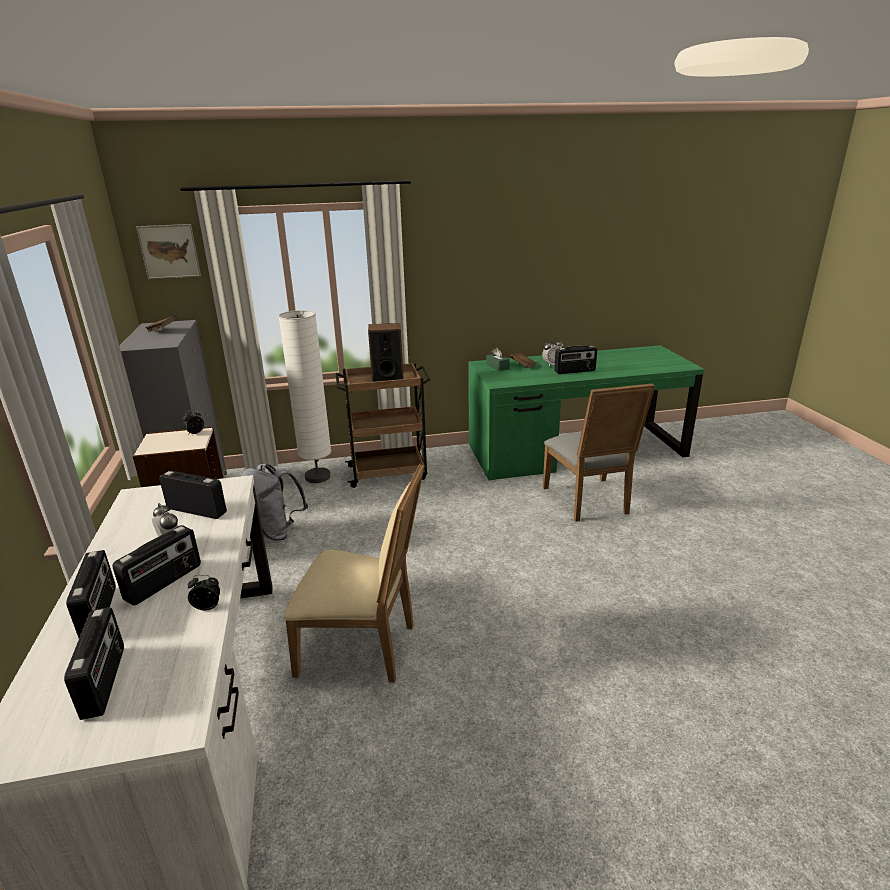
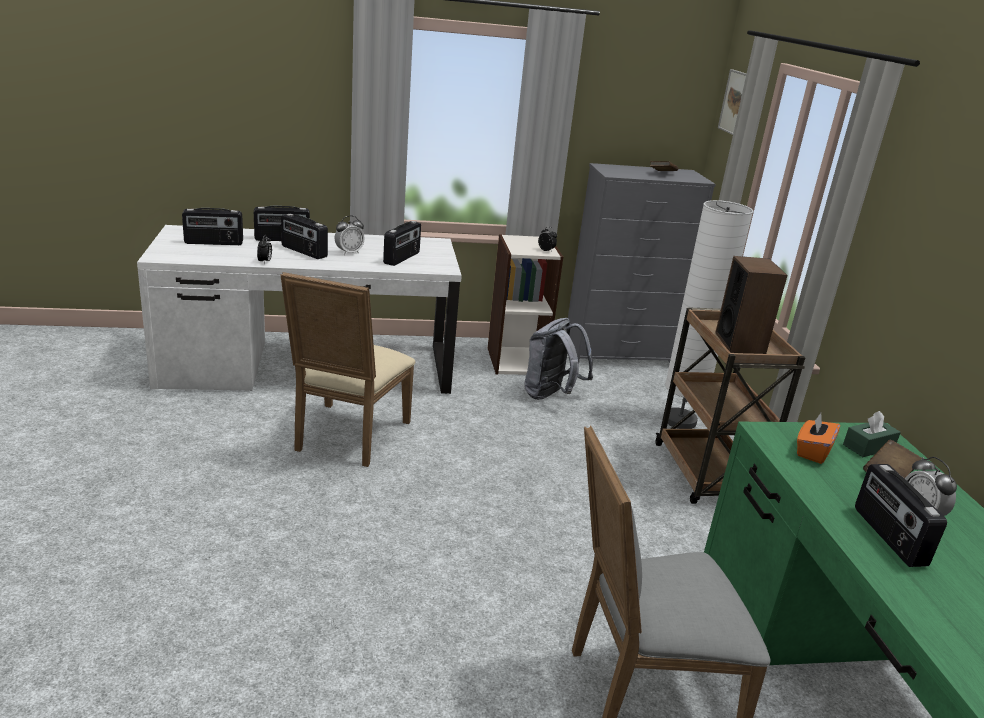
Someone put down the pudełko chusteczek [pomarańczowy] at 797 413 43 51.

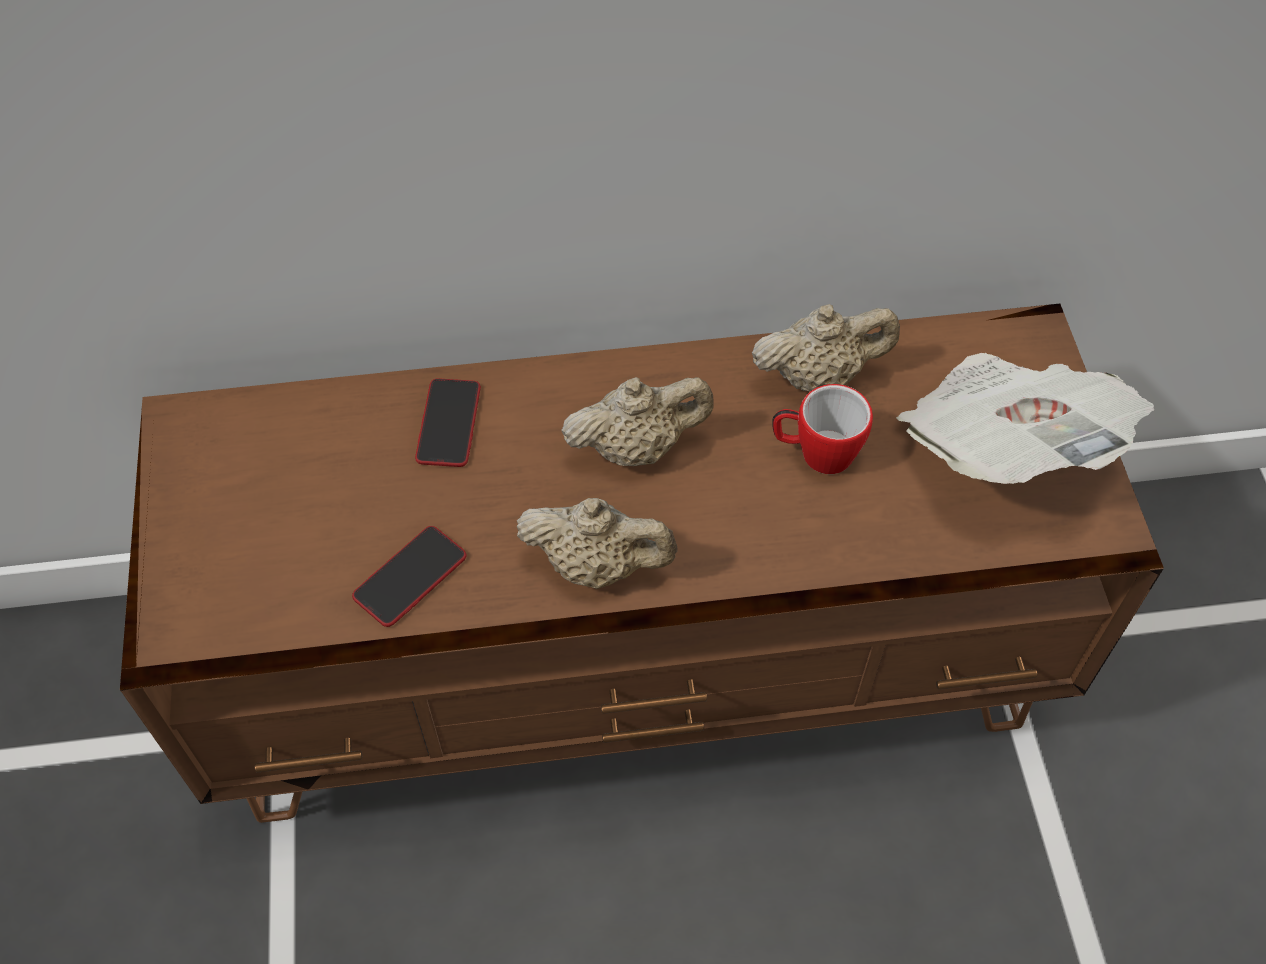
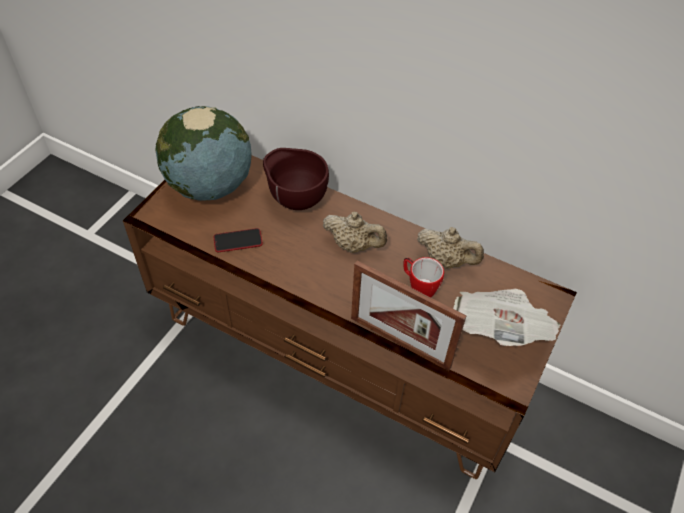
Someone swapped the telefon at 415 378 66 89 for the miska [brązowy] at 263 148 66 62. Someone took away the imbryk [beżowy] at 517 498 161 91. Someone put down the globus at 156 106 96 95. Someone put down the ramka na zdjęcie at 351 260 115 111.

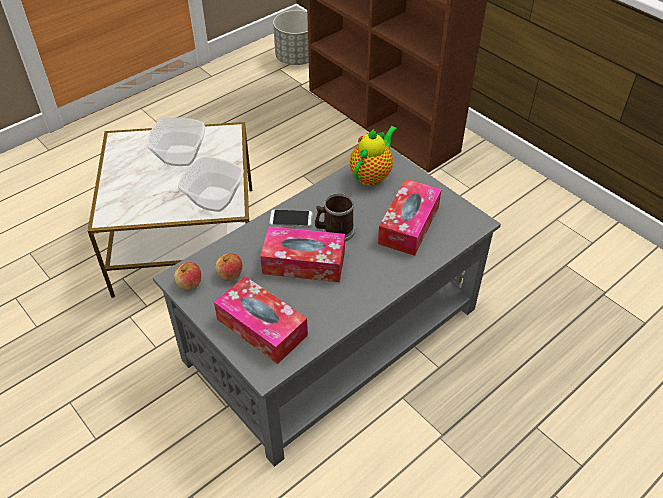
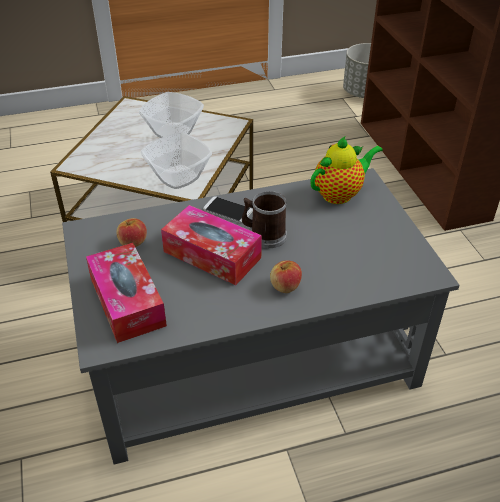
Someone took away the pudełko chusteczek at 378 179 64 77. Someone carried the jabłko from 174 262 27 29 to 270 260 32 33.

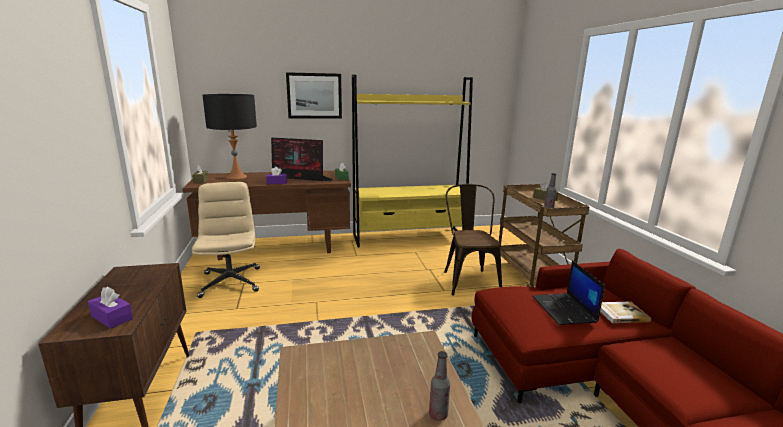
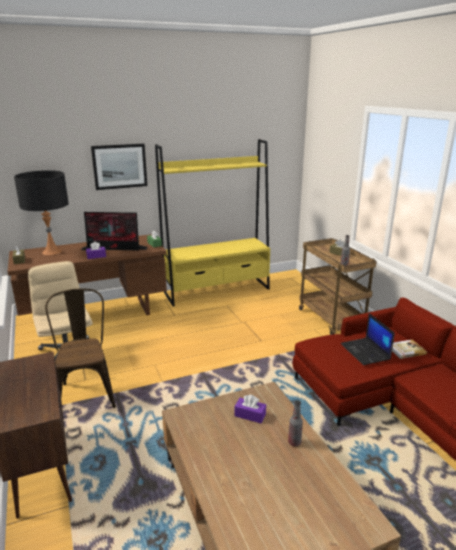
Someone carried the krzesło [brązowy] from 444 184 58 112 to 45 289 71 119. Someone carried the pudełko chusteczek [fioletowy] from 88 287 45 42 to 234 395 32 28.

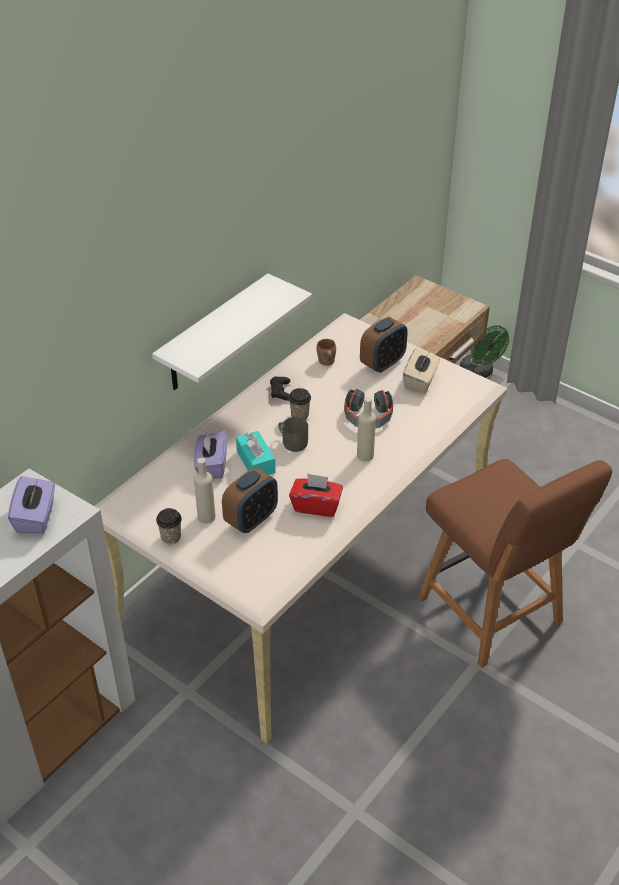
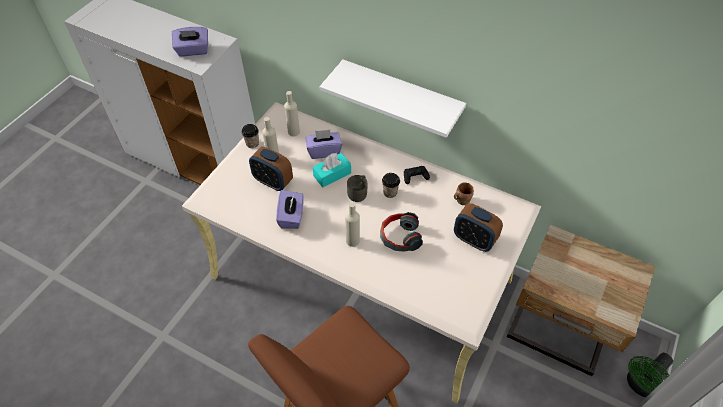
Someone took away the pudełko chusteczek [beżowy] at 403 348 37 45. Someone repainted the pudełko chusteczek [czerwony] at 289 473 54 44, which became the pudełko chusteczek [fioletowy] at 276 190 28 39. Someone put down the butelka [beżowy] at 284 91 16 45.

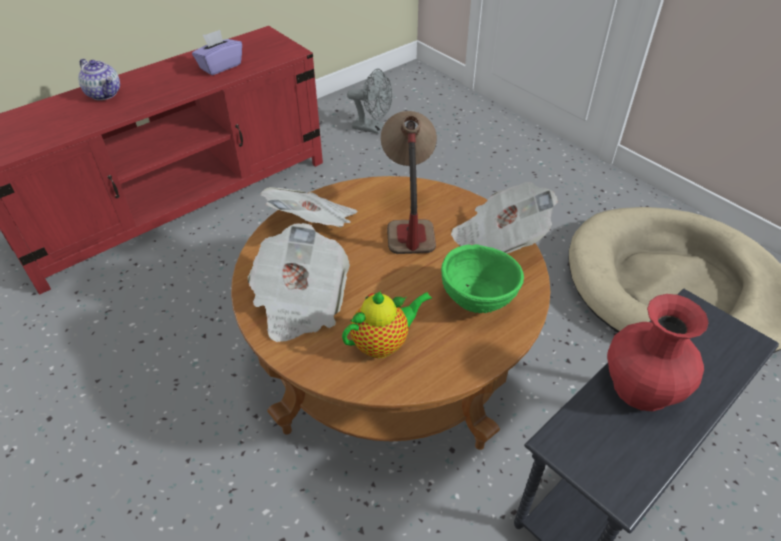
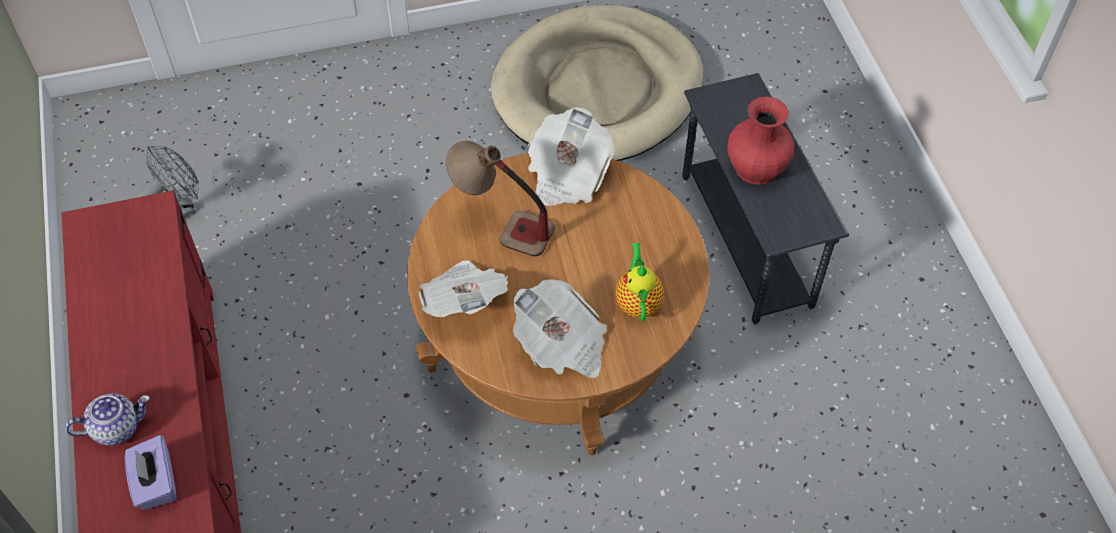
Someone carried the pudełko chusteczek [fioletowy] from 192 30 50 45 to 125 435 52 75. Someone took away the miska [zielony] at 441 244 83 69.

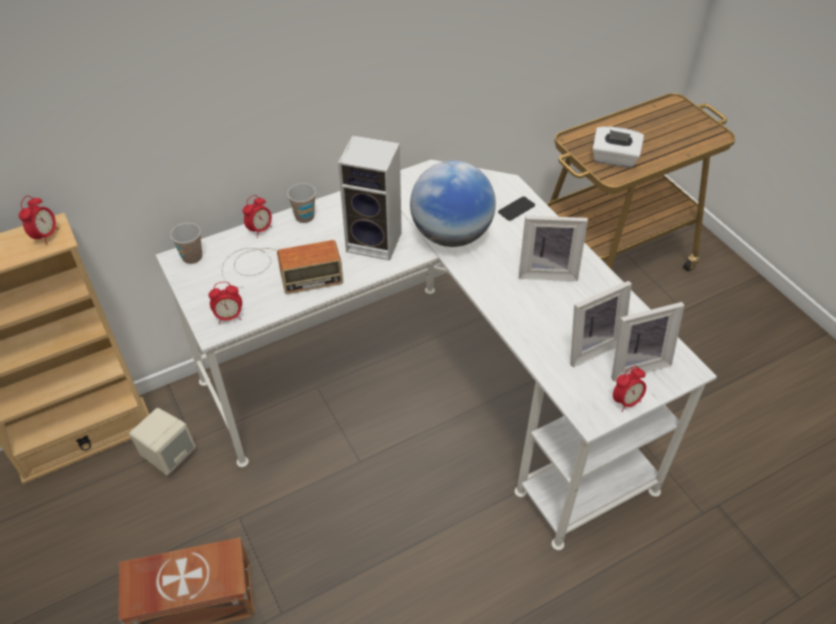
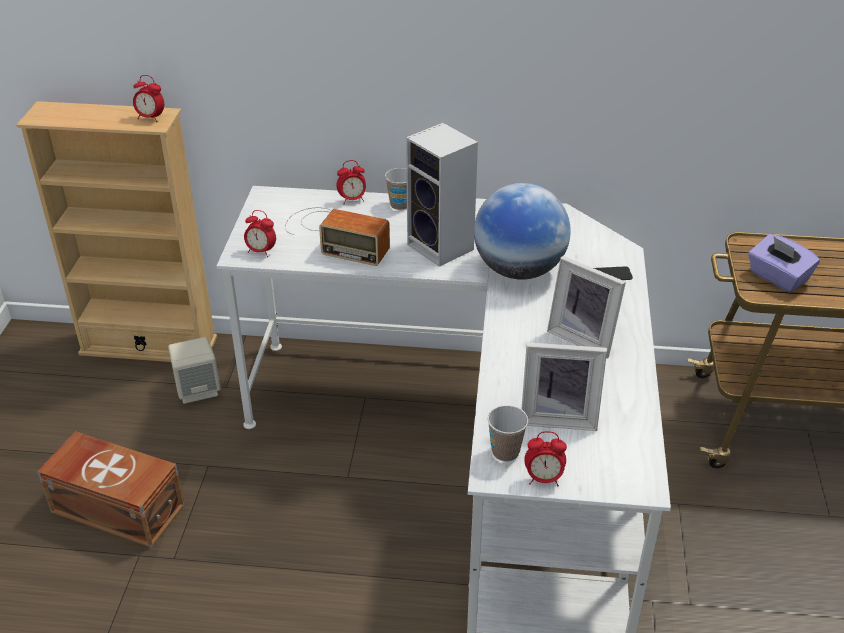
Someone repainted the pudełko chusteczek [biały] at 592 126 52 42, which became the pudełko chusteczek [fioletowy] at 748 234 72 58. Someone rotated the budzik at 19 196 39 48 by 60 degrees clockwise. Someone carried the filiżanka from 170 223 32 41 to 488 405 40 57. Someone took away the ramka na zdjęcie at 611 302 73 79.

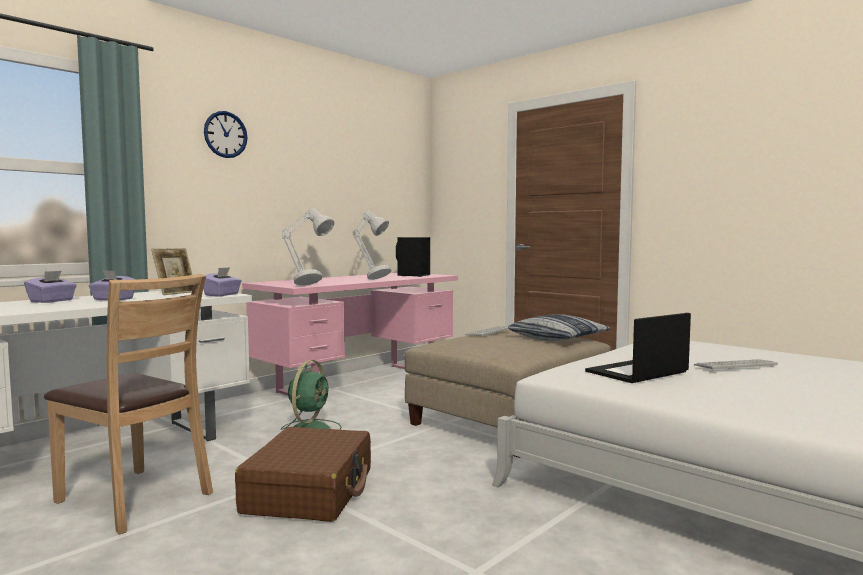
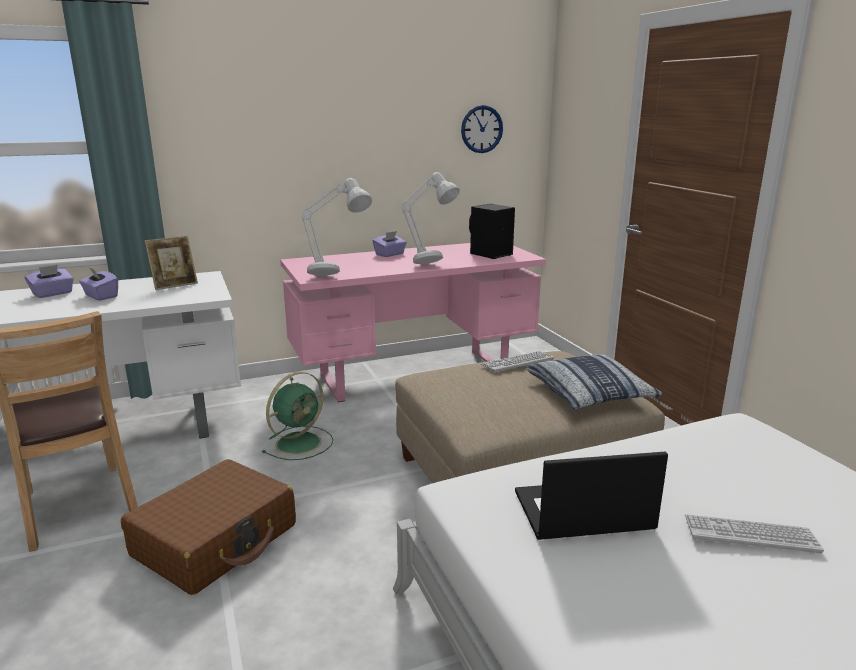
Someone carried the zegar ścienny from 204 111 44 47 to 461 105 42 48. Someone carried the pudełko chusteczek [fioletowy] from 203 267 39 29 to 373 231 34 26.

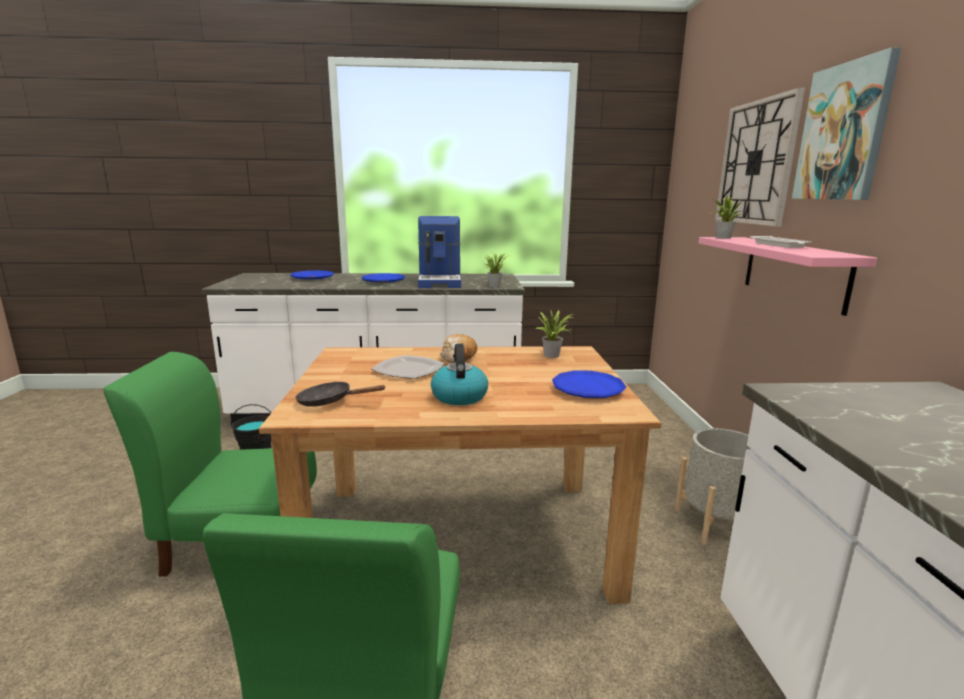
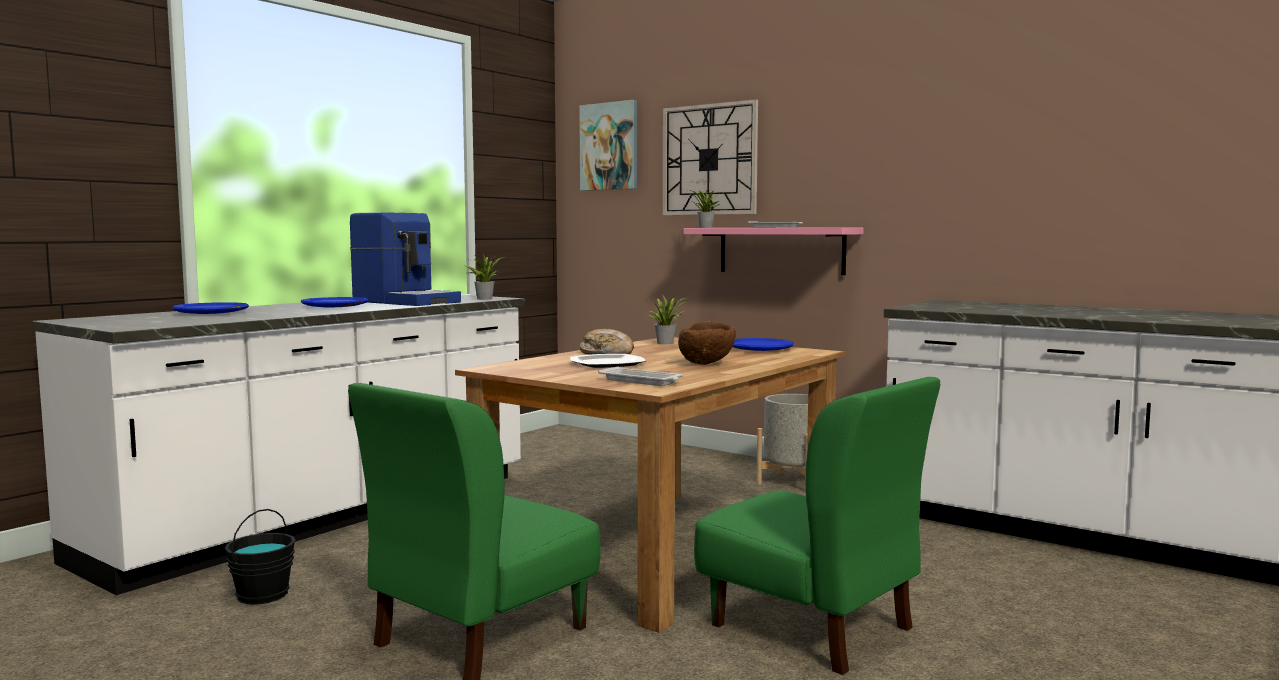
Someone carried the obraz from 792 47 109 153 to 579 100 58 91. Someone swapped the czajnik at 431 343 57 62 for the miska [brązowy] at 678 321 58 44. Someone swapped the patelnia [czarny] at 295 382 91 25 for the taca [biały] at 598 367 85 19.

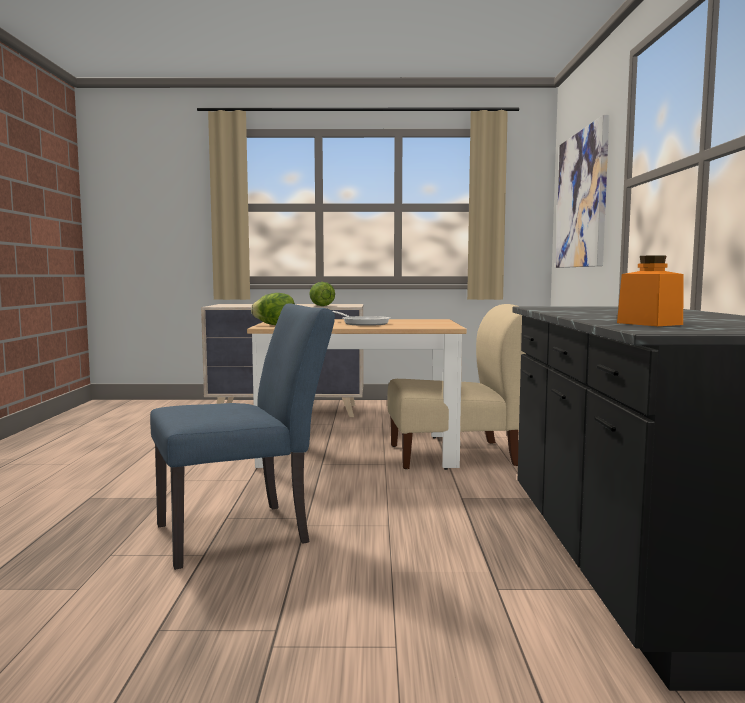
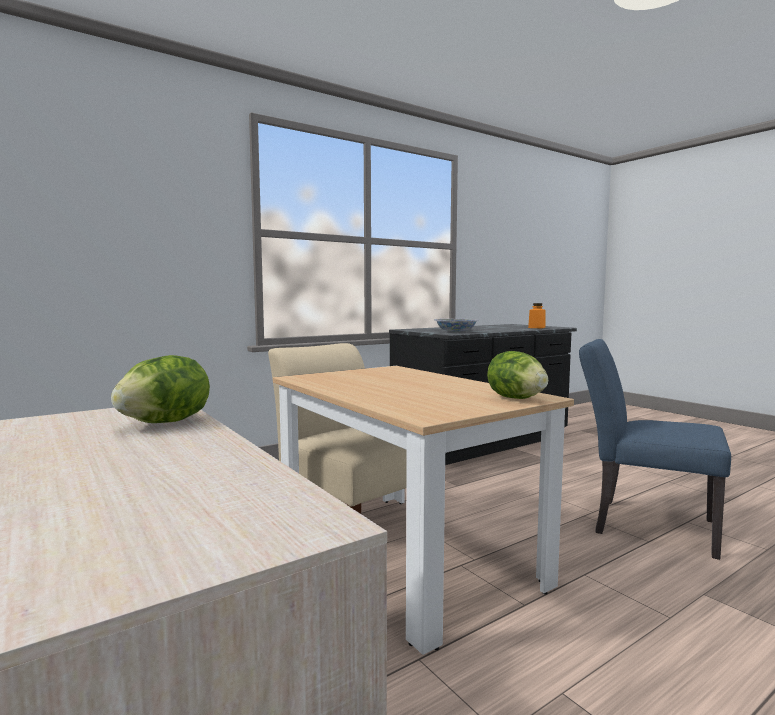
Someone took away the obraz at 556 115 53 153. Someone took away the patelnia at 333 311 57 15. Someone put down the miska at 434 319 45 13.

